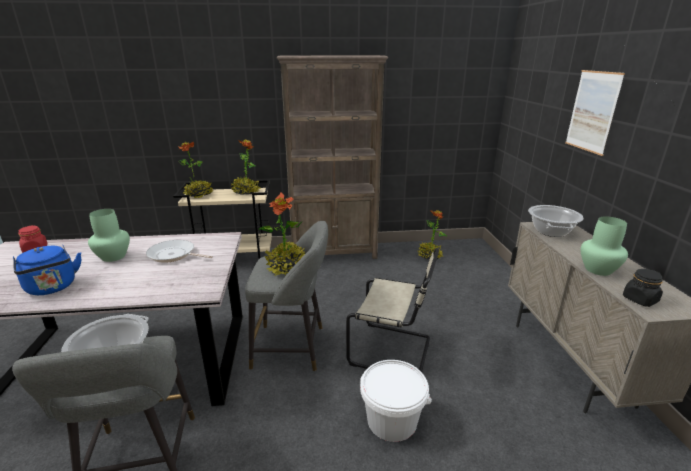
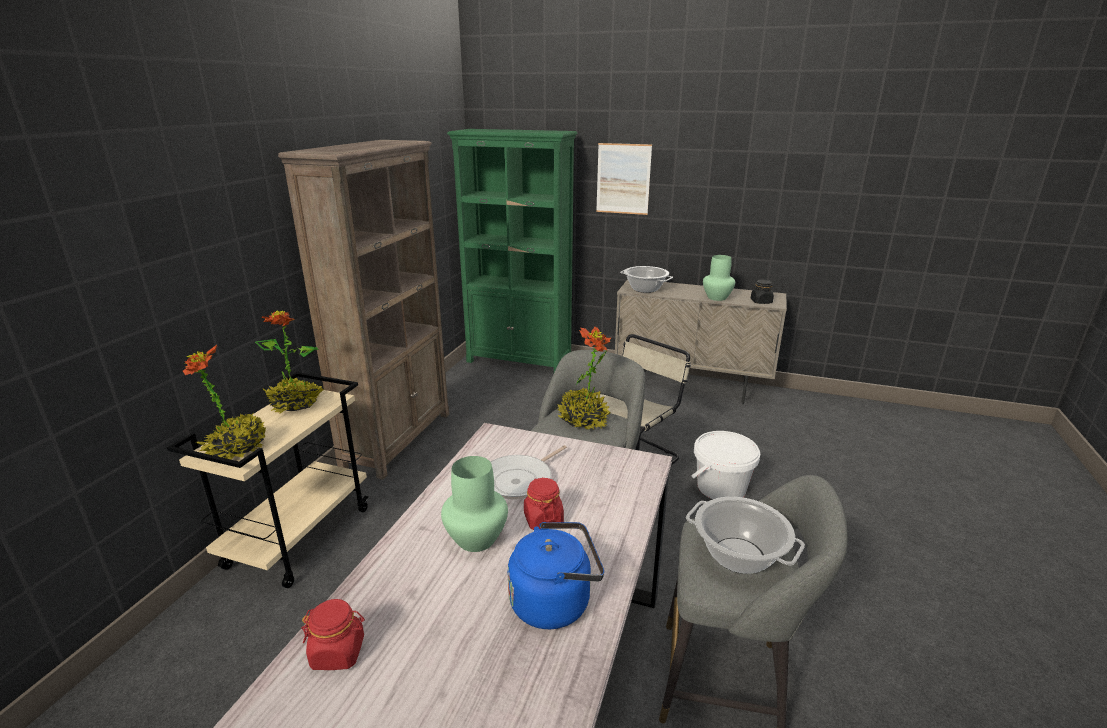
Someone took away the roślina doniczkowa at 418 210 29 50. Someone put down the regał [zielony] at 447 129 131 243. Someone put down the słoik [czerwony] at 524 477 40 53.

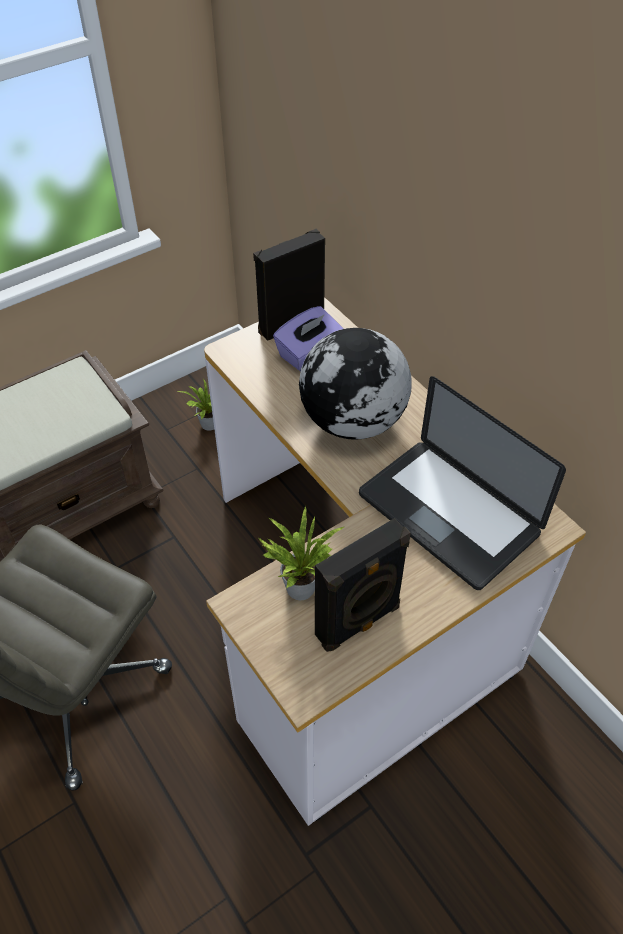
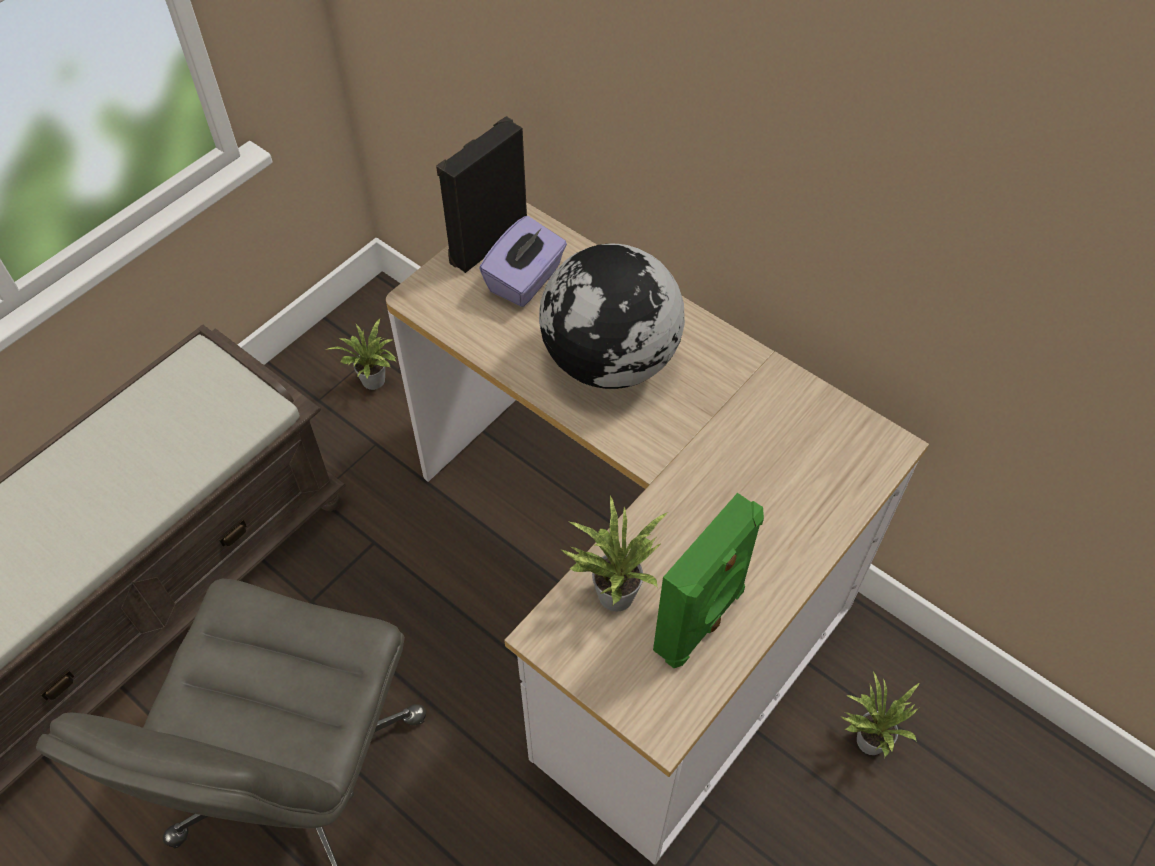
Someone took away the laptop at 359 376 207 214. Someone repainted the głośnik [czarny] at 315 518 96 134, which became the głośnik [zielony] at 653 493 111 175. Someone put down the roślina doniczkowa at 842 671 77 87.

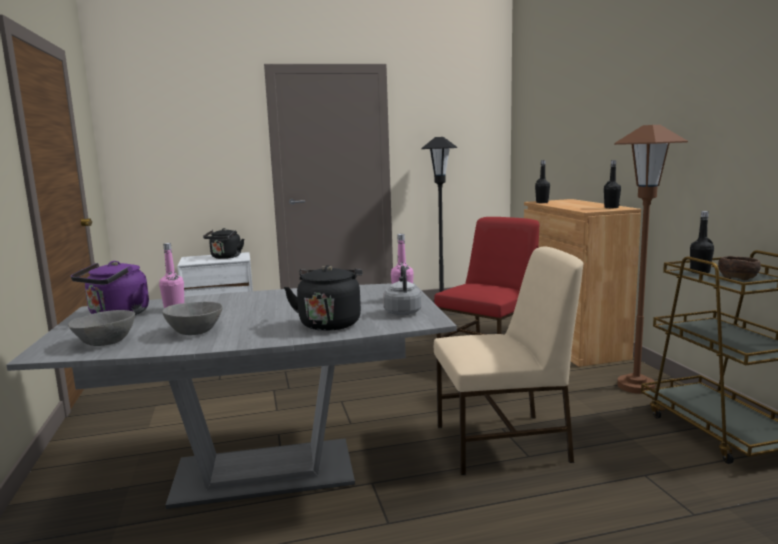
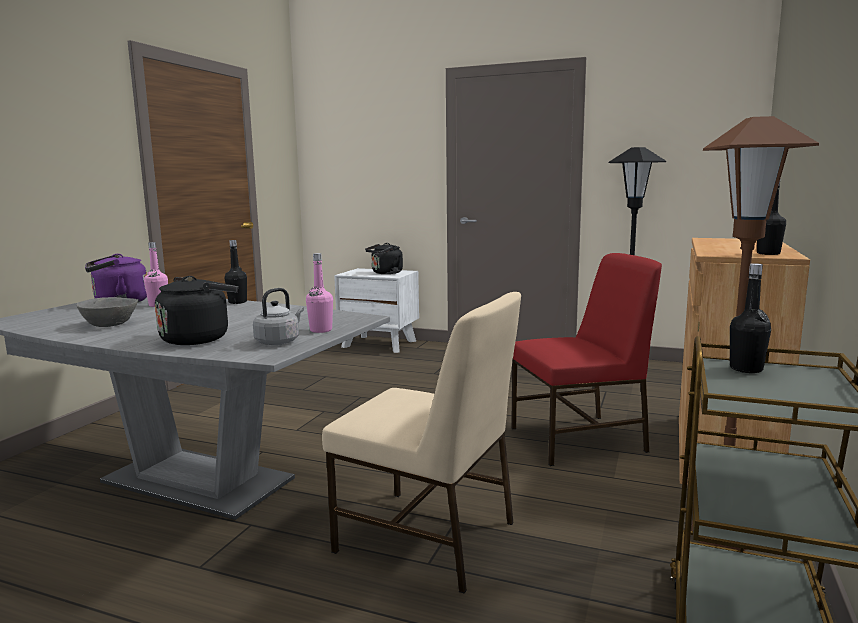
Someone carried the butelka [czarny] from 535 160 15 43 to 224 240 23 64. Someone took away the miska [brązowy] at 718 256 43 24. Someone took away the miska [szary] at 68 310 67 36.

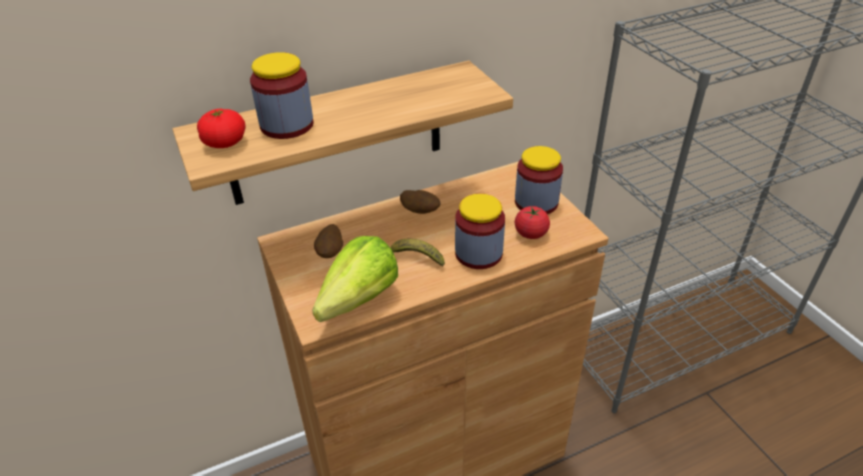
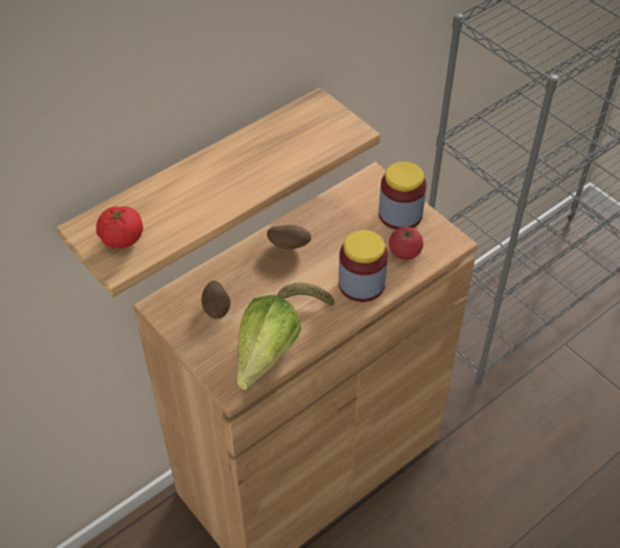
Someone took away the słoik at 250 52 64 87.

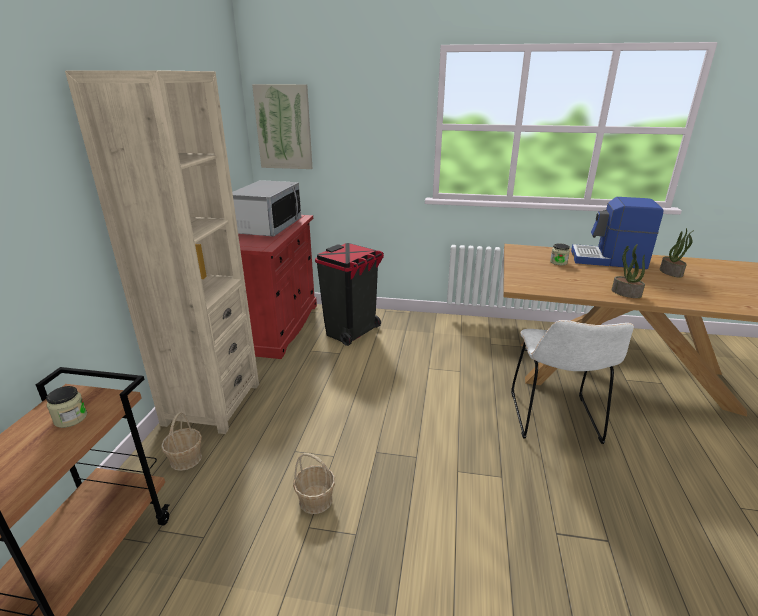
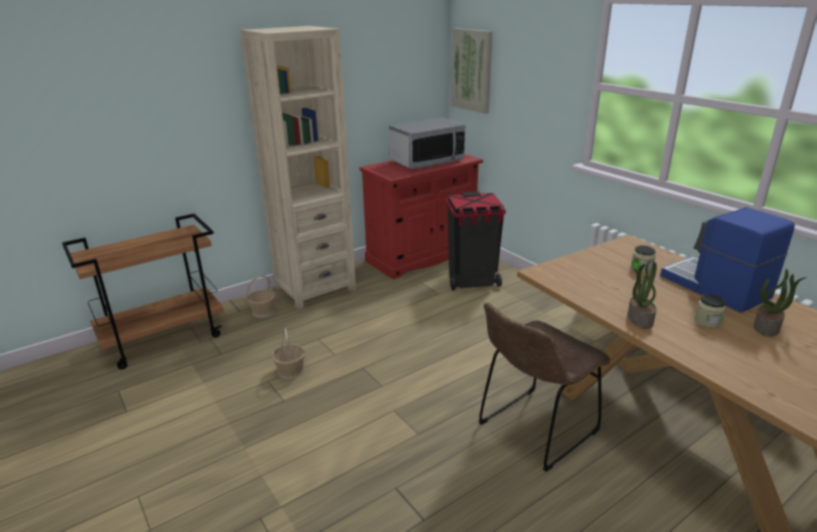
Someone repainted the krzesło [biały] at 511 320 123 124, which became the krzesło [brązowy] at 478 303 133 169. Someone carried the słoik from 46 386 41 42 to 694 294 32 34.

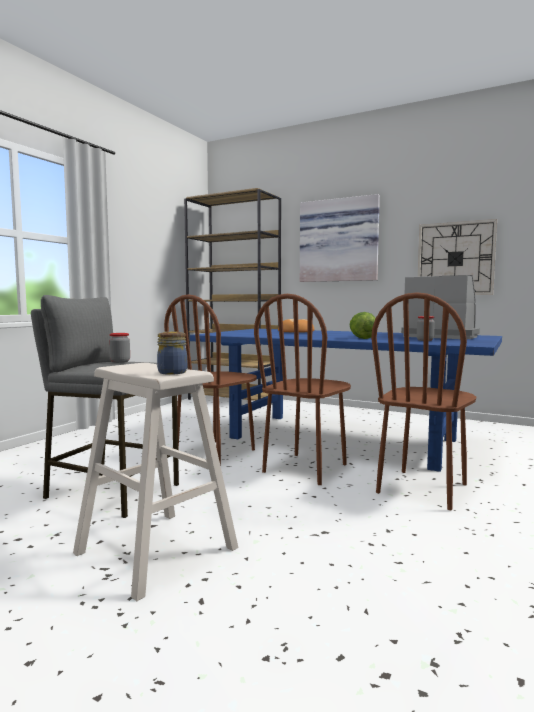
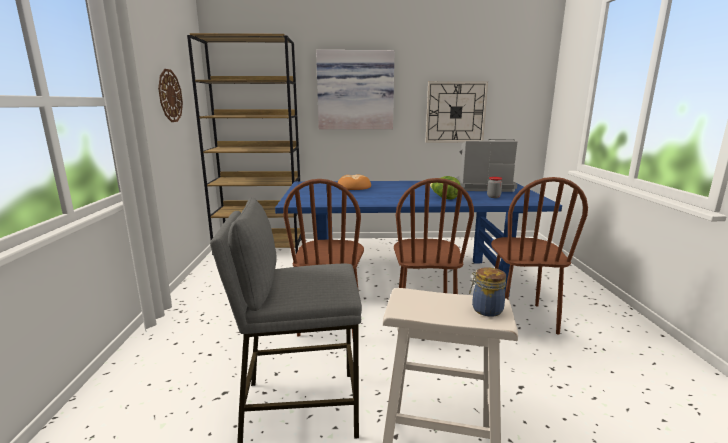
Someone took away the słoik at 109 333 21 30. Someone put up the zegar ścienny at 158 69 25 53.

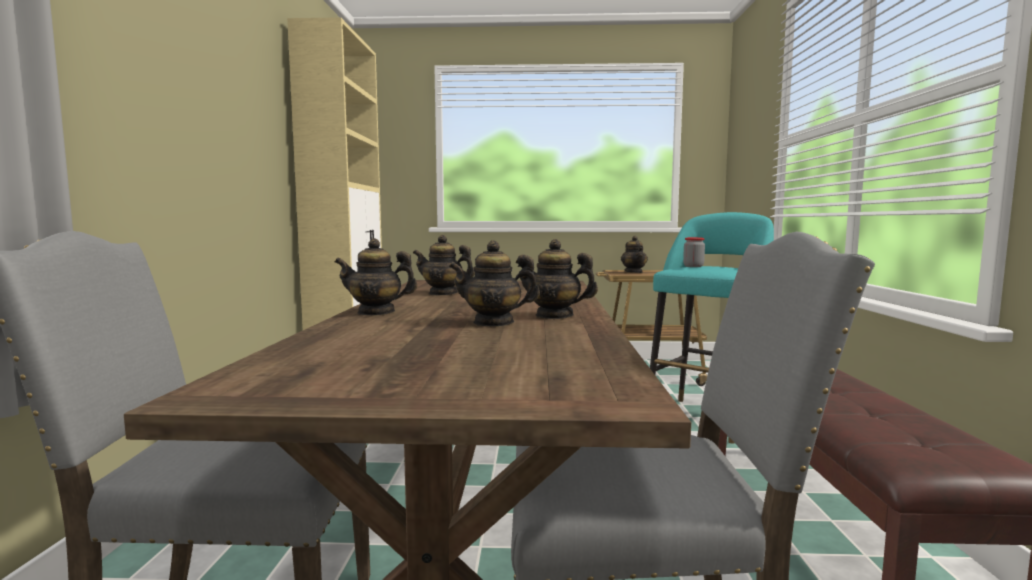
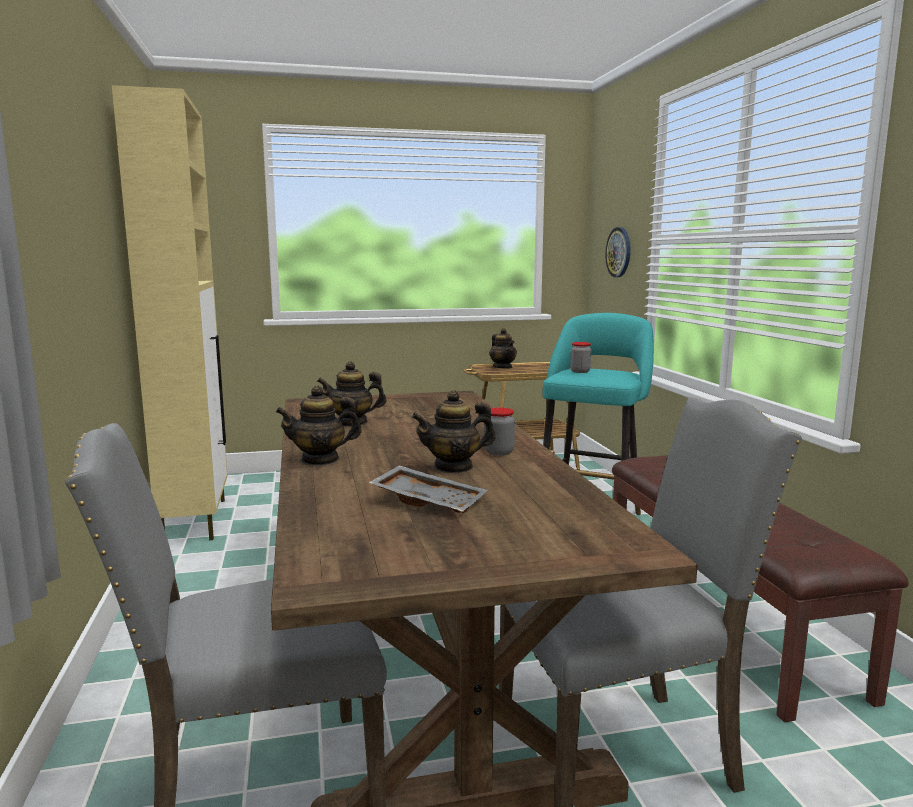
Someone swapped the imbryk at 515 239 83 80 for the słoik at 484 407 31 49. Someone put up the zegar ścienny at 605 227 26 50. Someone put down the taca [szary] at 369 465 119 48.

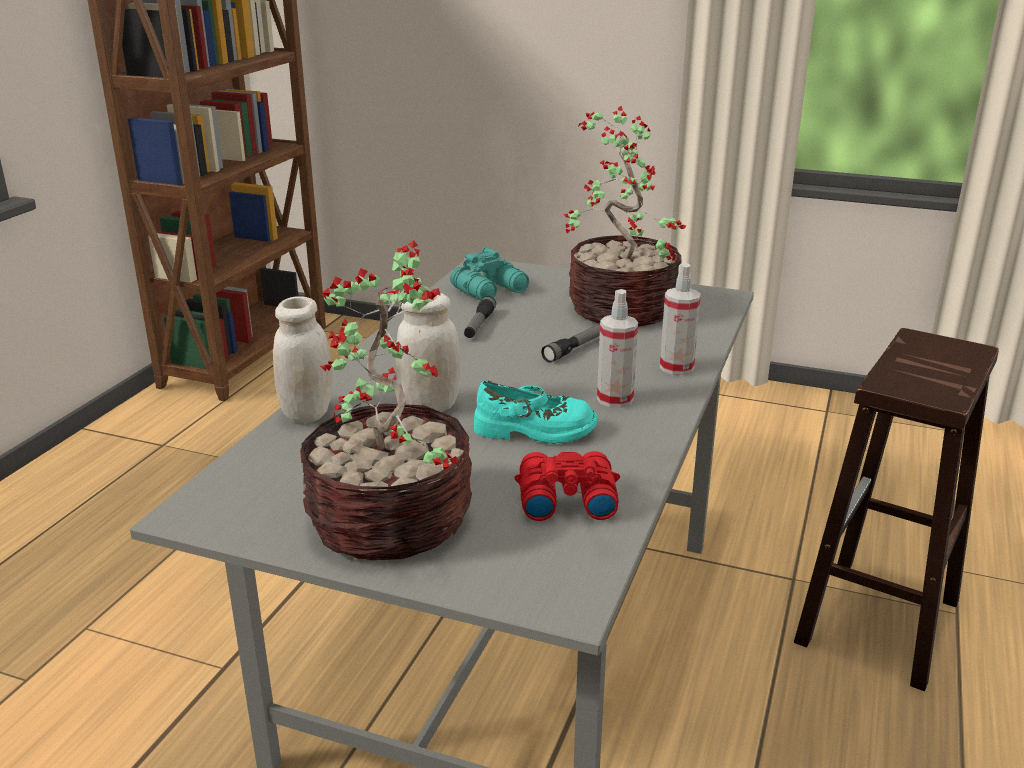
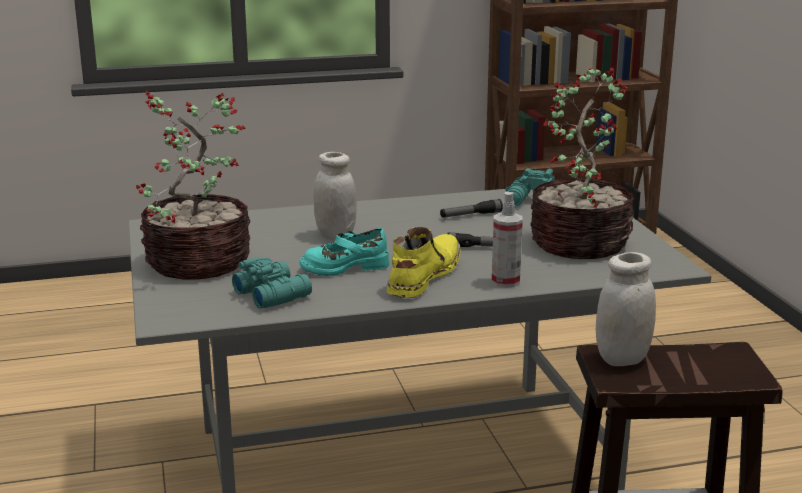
Someone swapped the spryskiwacz at 597 289 41 119 for the but z cholewką [żółty] at 387 227 74 71. Someone carried the słoik [biały] from 273 296 59 127 to 596 252 60 114. Someone rotated the but [turkusowy] at 474 380 123 64 by 105 degrees clockwise. Someone repainted the lornetka [czerwony] at 515 451 105 70, which became the lornetka [turkusowy] at 232 257 80 52.

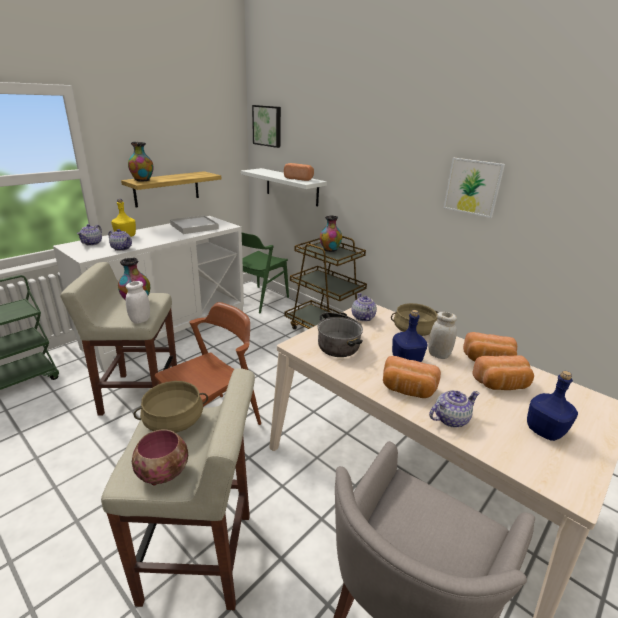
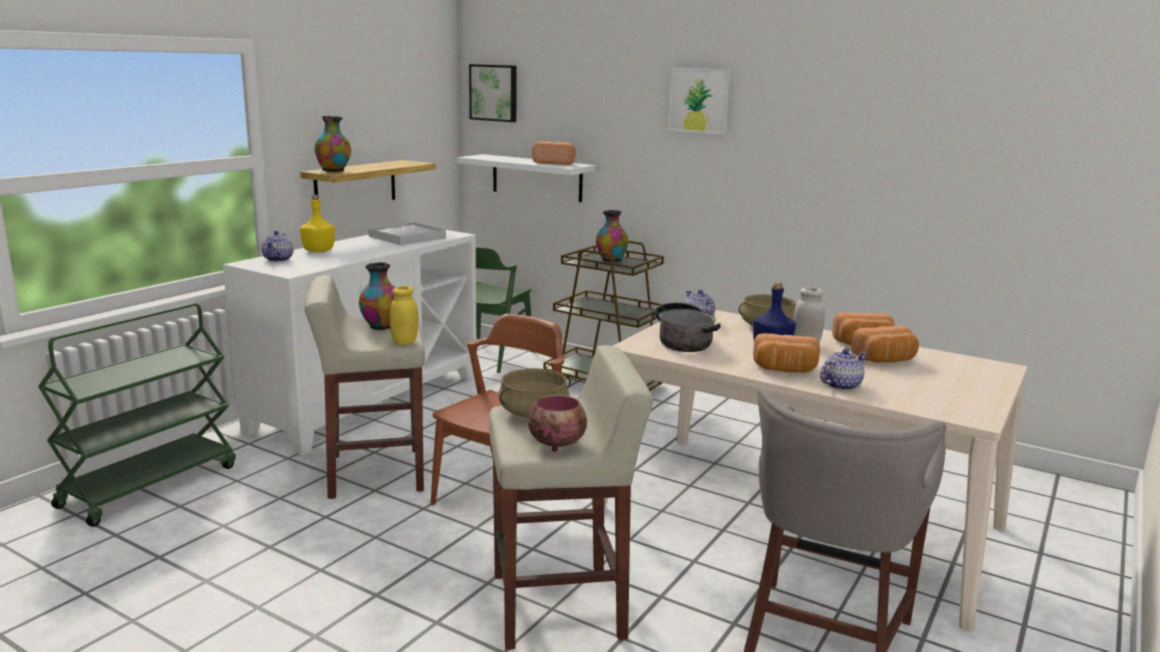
Someone carried the obraz from 444 158 61 60 to 668 68 62 66. Someone took away the imbryk at 108 229 24 22. Someone repainted the słoik [biały] at 126 281 24 43, which became the słoik [żółty] at 390 286 29 59. Someone took away the butelka [niebieski] at 527 371 51 70.

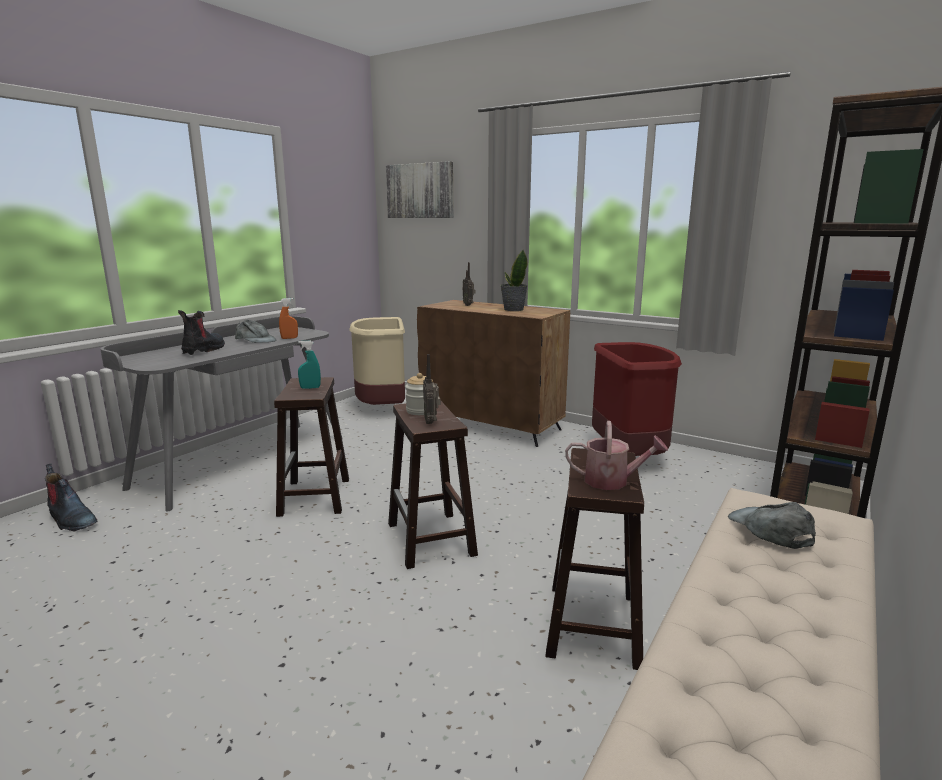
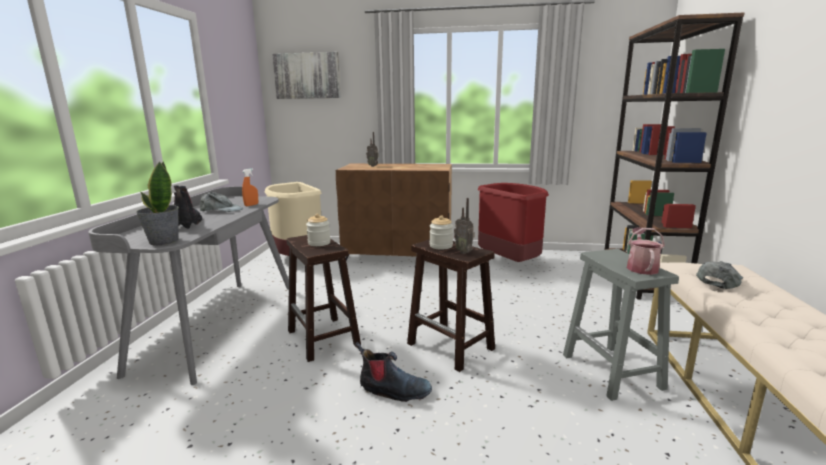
Someone carried the roślina doniczkowa from 500 250 28 61 to 136 161 43 84. Someone swapped the spryskiwacz [turkusowy] at 298 341 23 48 for the słoik at 306 214 25 32. Someone rotated the konewka at 565 421 103 69 by 60 degrees counterclockwise. Someone repainted the stołek [brązowy] at 545 448 99 222, which became the stołek [szary] at 563 249 116 152. Someone carried the but z cholewką from 45 464 52 67 to 355 342 77 60. Someone rotated the czapka z daszkiem [szary] at 728 502 88 47 by 90 degrees clockwise.

